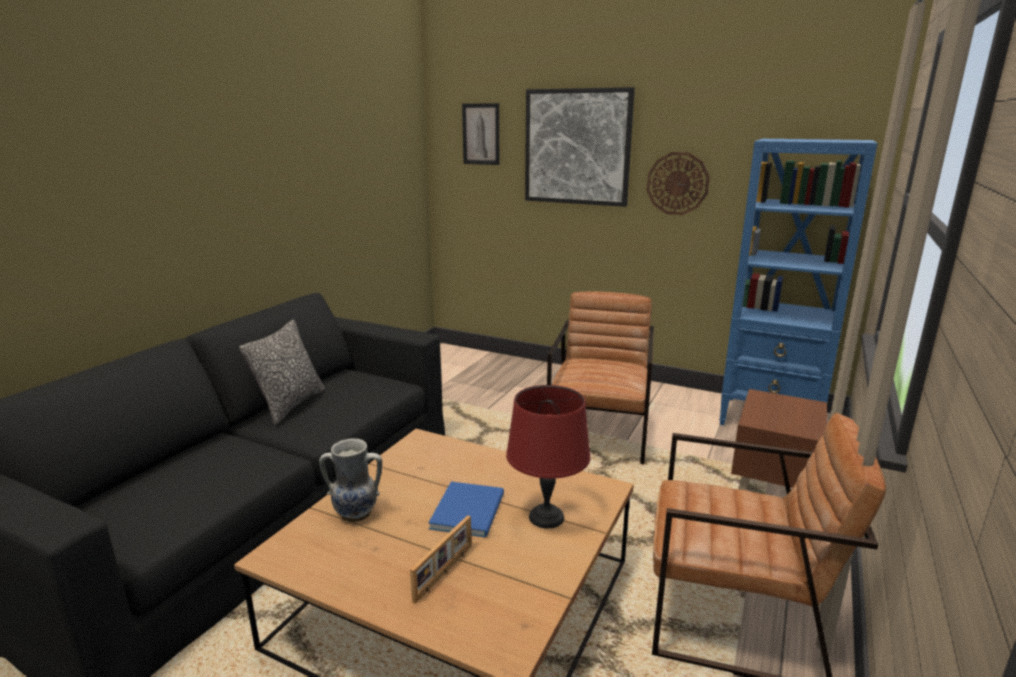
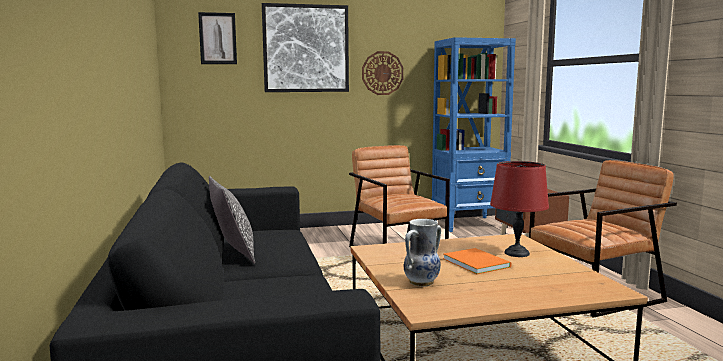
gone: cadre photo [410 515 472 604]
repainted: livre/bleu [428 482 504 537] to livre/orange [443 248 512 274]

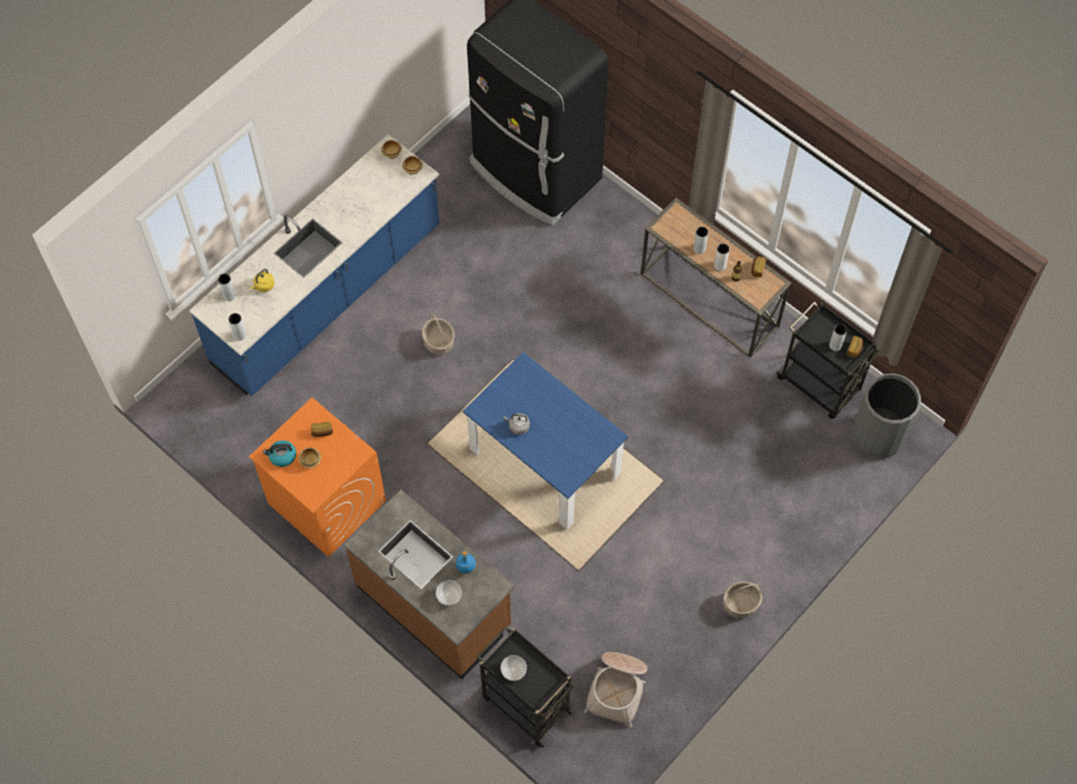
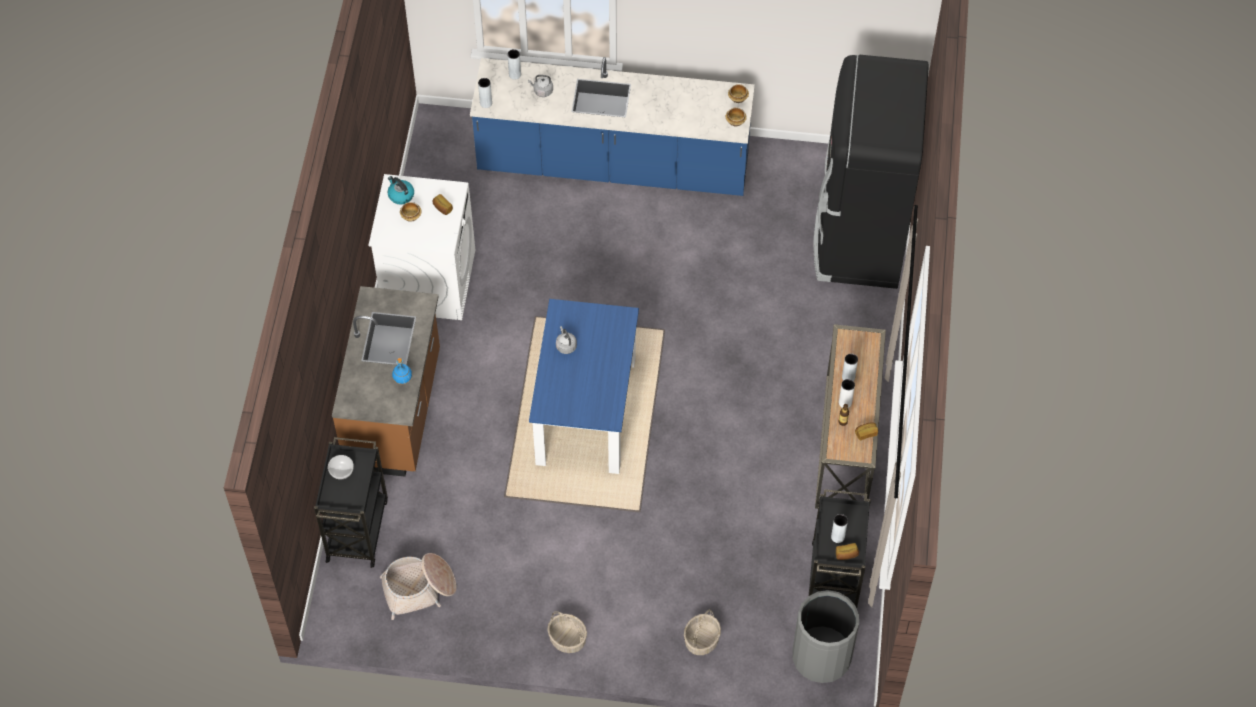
gone: bol [436 580 462 606]
shifted: panier [422 313 454 355] to [684 609 721 655]
repainted: lave-linge/orange [249 398 386 557] to lave-linge/blanc [368 174 475 320]; bouilloire/jaune [250 269 274 292] to bouilloire/gris [528 75 553 97]

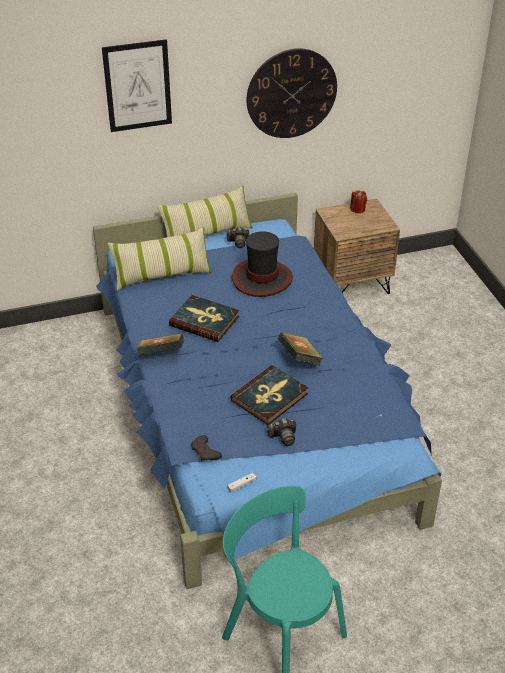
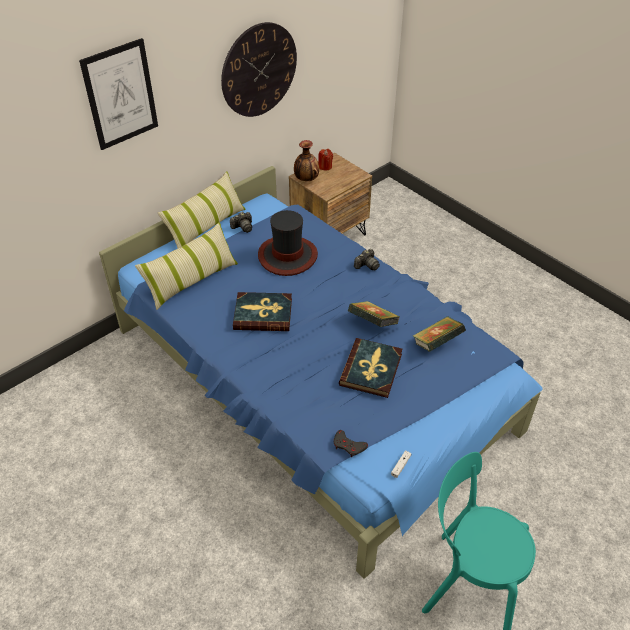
new: vase [294 140 319 181]
shifted: appareil photo [267 418 296 446] to [354 249 380 271]; livre [137 333 184 356] to [413 316 466 352]

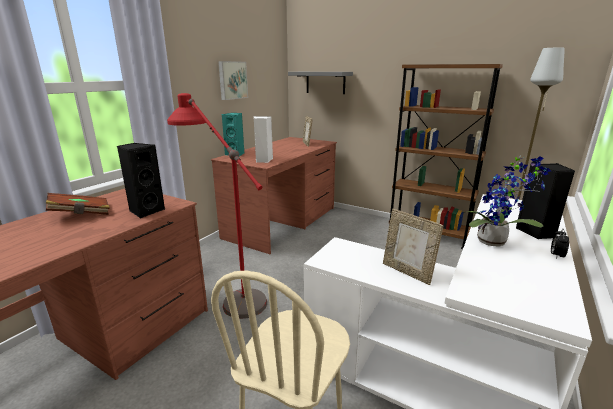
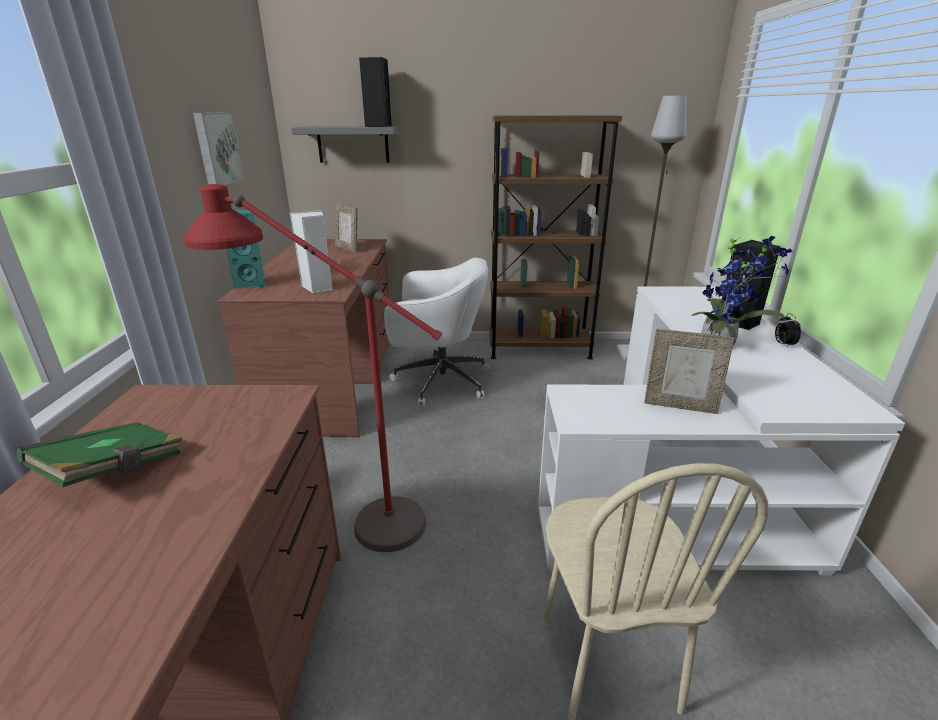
new: chaise de bureau/blanc [384 257 489 407]
shifted: enceinte/noir [117 143 165 218] to [359 57 392 127]
repainted: livre/marron [46 193 110 215] to livre/vert [17 422 182 487]

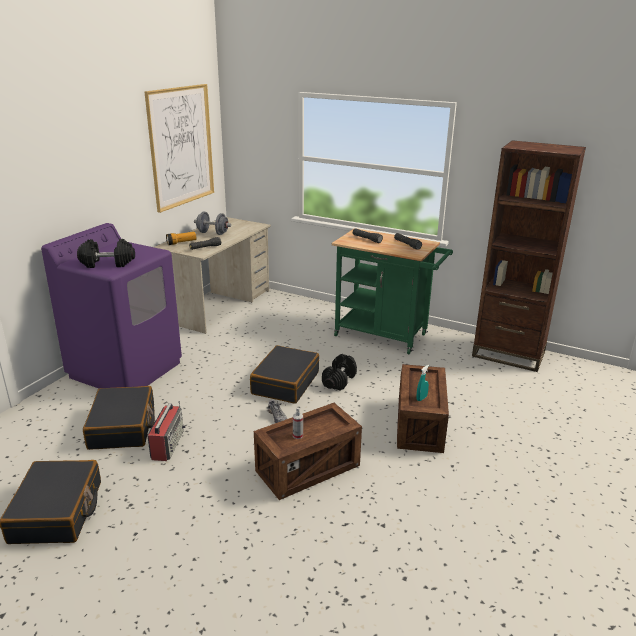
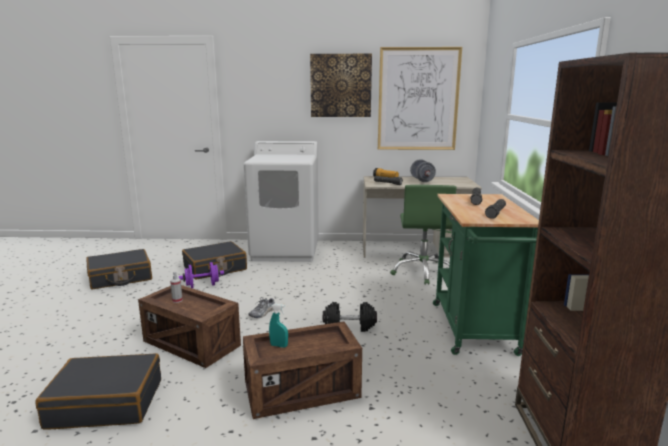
gone: haltère/noir [77 239 135 268]
new: tableau [310 54 372 117]; chaise de bureau/vert [390 185 456 285]
shifted: valise/noir [250 345 319 404] to [35 353 161 430]
swapped: radio [147 401 185 461] to haltère/violet [179 262 224 288]
repainted: lave-linge/violet [41 223 182 389] to lave-linge/blanc [244 141 319 262]

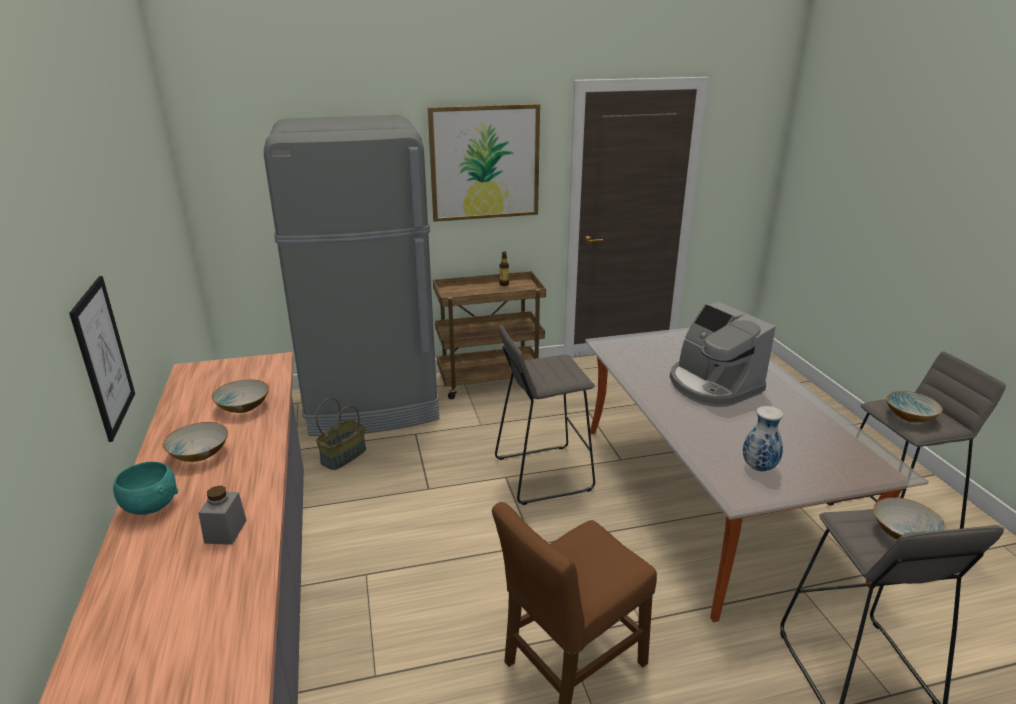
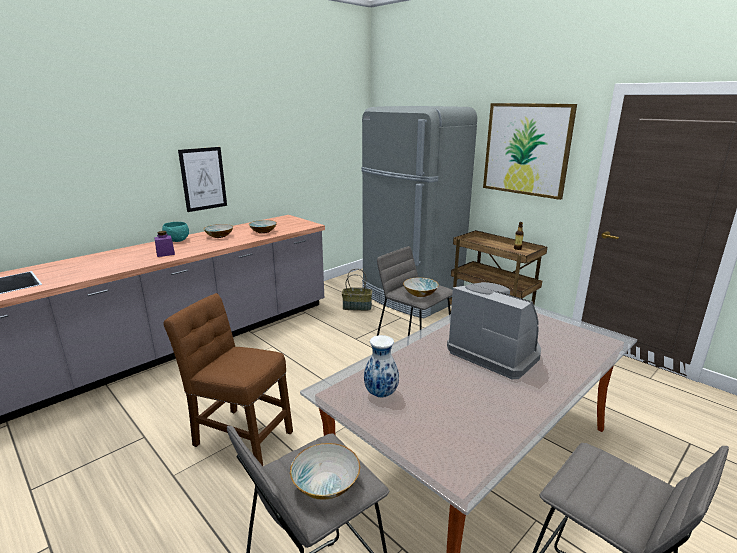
shifted: bol [886 391 943 422] to [403 277 439 297]
repainted: bocal/gris [198 485 247 545] to bocal/violet [154 231 175 257]
rotated: machine à café [670 302 776 407] = [447 282 541 379] 105 degrees clockwise

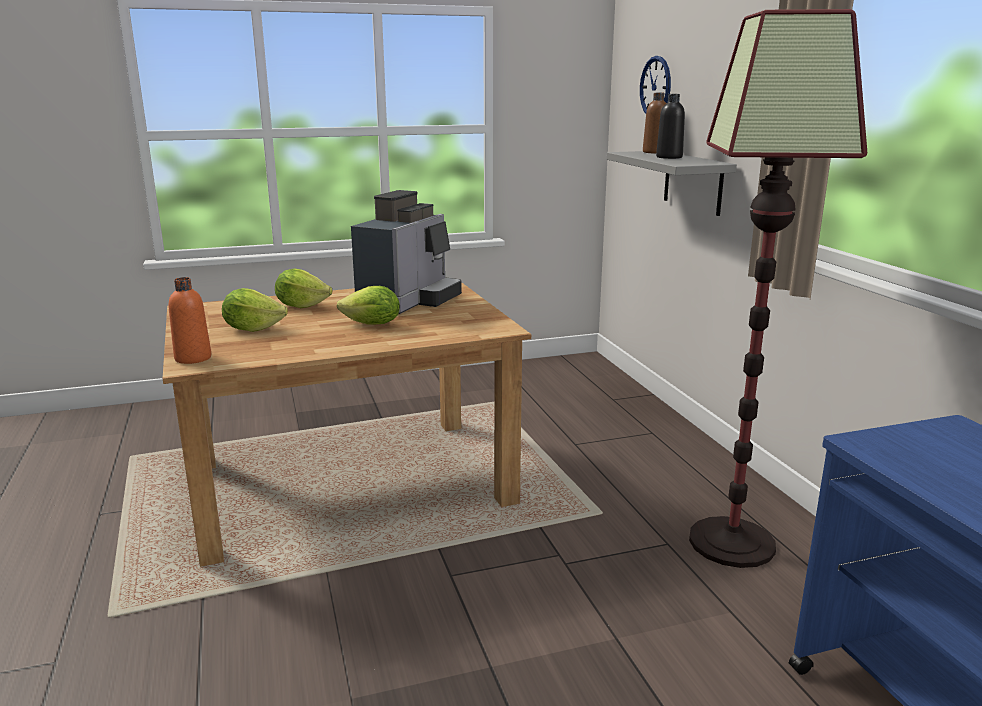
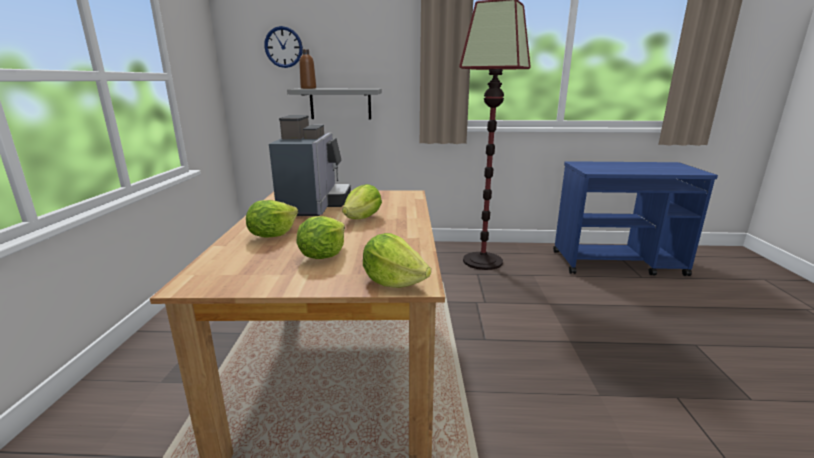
gone: bouteille/noir [656 94 685 159]
swapped: bouteille/orange [169 277 211 364] to laitue [363 233 431 288]
rotated: machine à café [351 190 462 314] = [269 115 351 216] 45 degrees clockwise

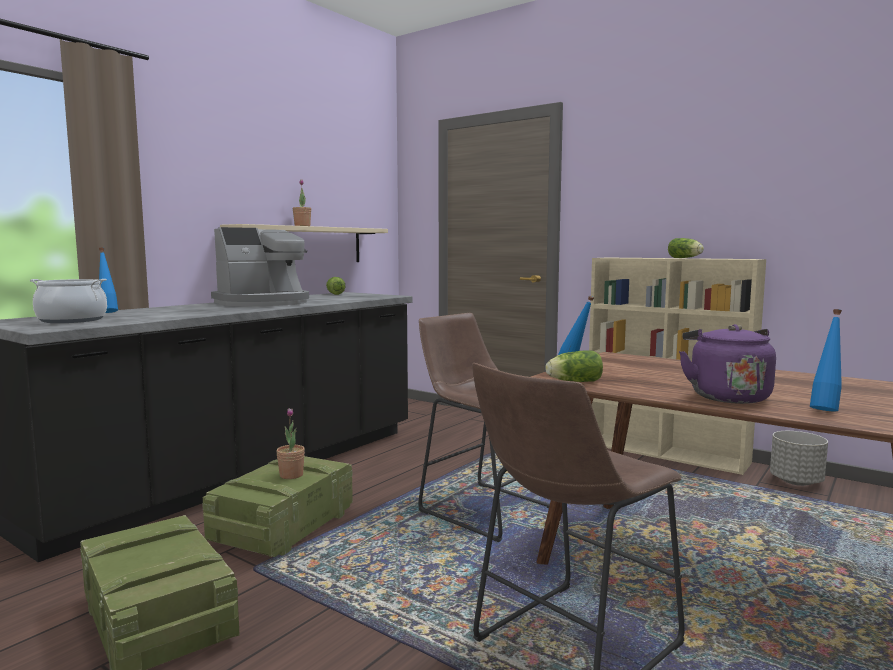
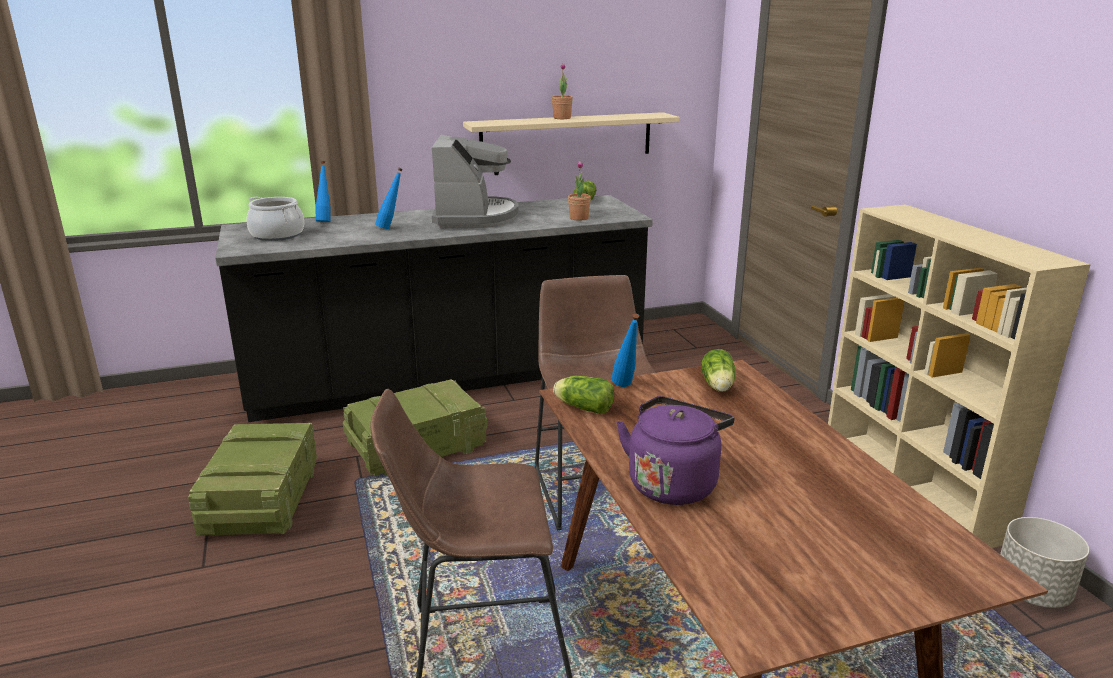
shifted: bouteille/bleu [810 309 842 411] to [375 168 403 229]; plante en pot [276 408 305 479] to [568 161 591 221]; laitue [668 238 704 258] to [701 349 735 392]
rotated: machine à café [211 227 309 306] = [432 135 518 228] 90 degrees counterclockwise

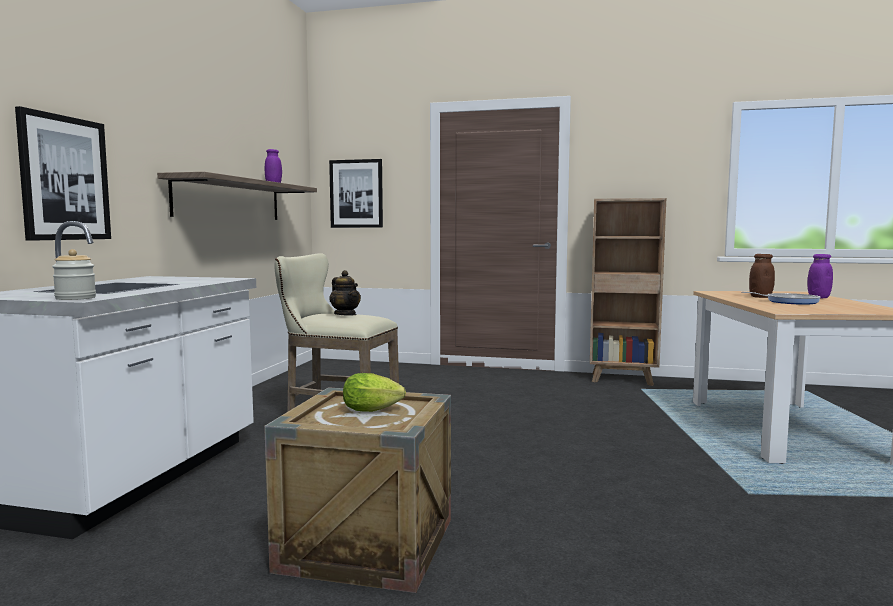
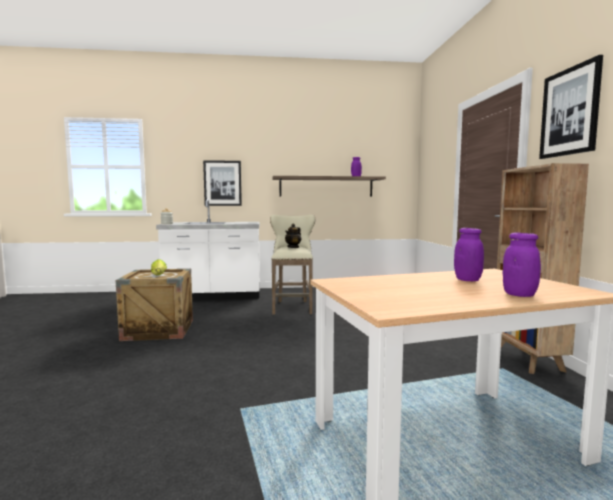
gone: poêle [741 292 821 305]
shifted: tableau [329 159 383 228] to [539 55 603 159]
repainted: bocal/marron [749 254 775 298] to bocal/violet [454 228 484 281]

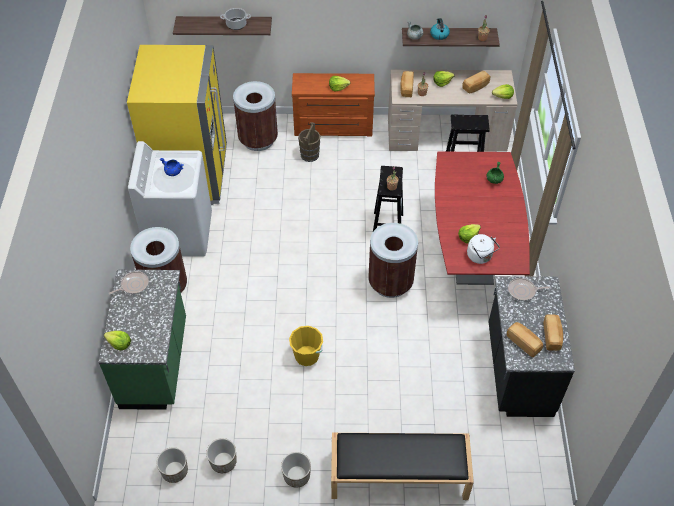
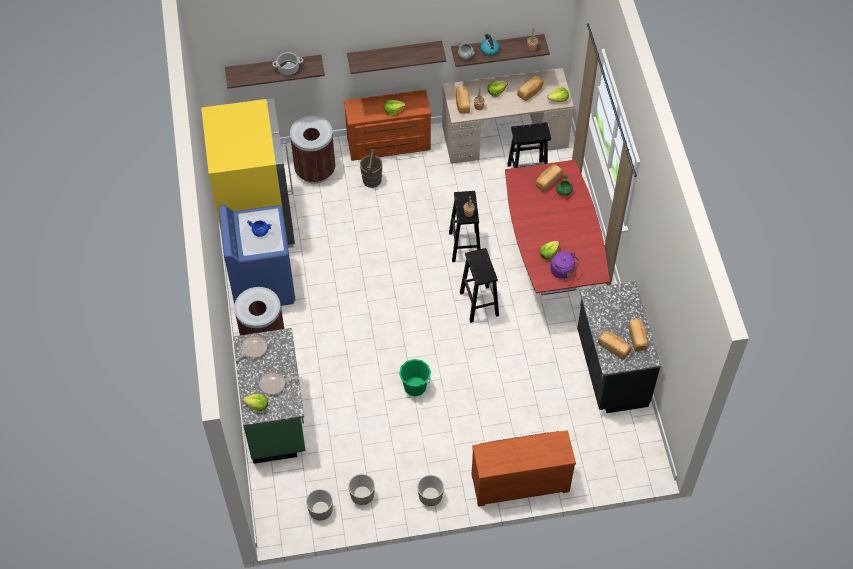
new: étagère [347 41 447 74]; pain [536 164 563 192]
shifted: poêle [508 278 550 301] to [259 372 298 395]
swapped: poubelle/marron [368 223 418 298] to tabouret/noir [460 248 499 323]; banc/noir [331 433 474 500] to commode/marron [472 430 576 507]
repainted: lave-linge/blanc [128 141 212 257] to lave-linge/bleu [219 205 295 306]; seau/jaune [289 326 323 366] to seau/vert [399 359 431 396]; bouilloire/blanc [467 234 500 264] to bouilloire/violet [550 252 580 279]

